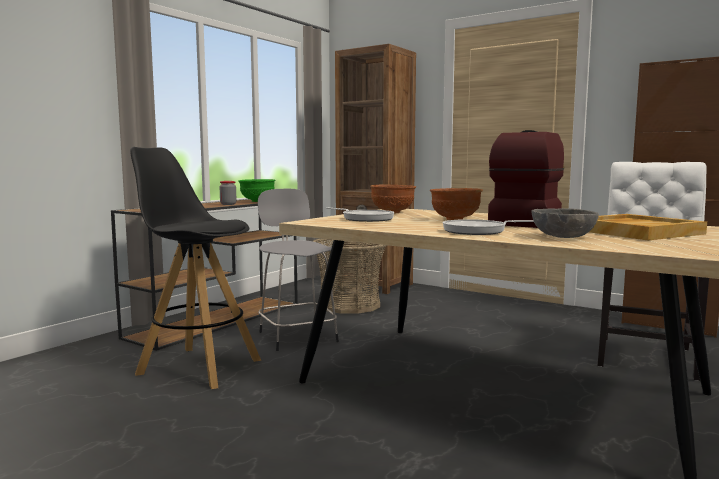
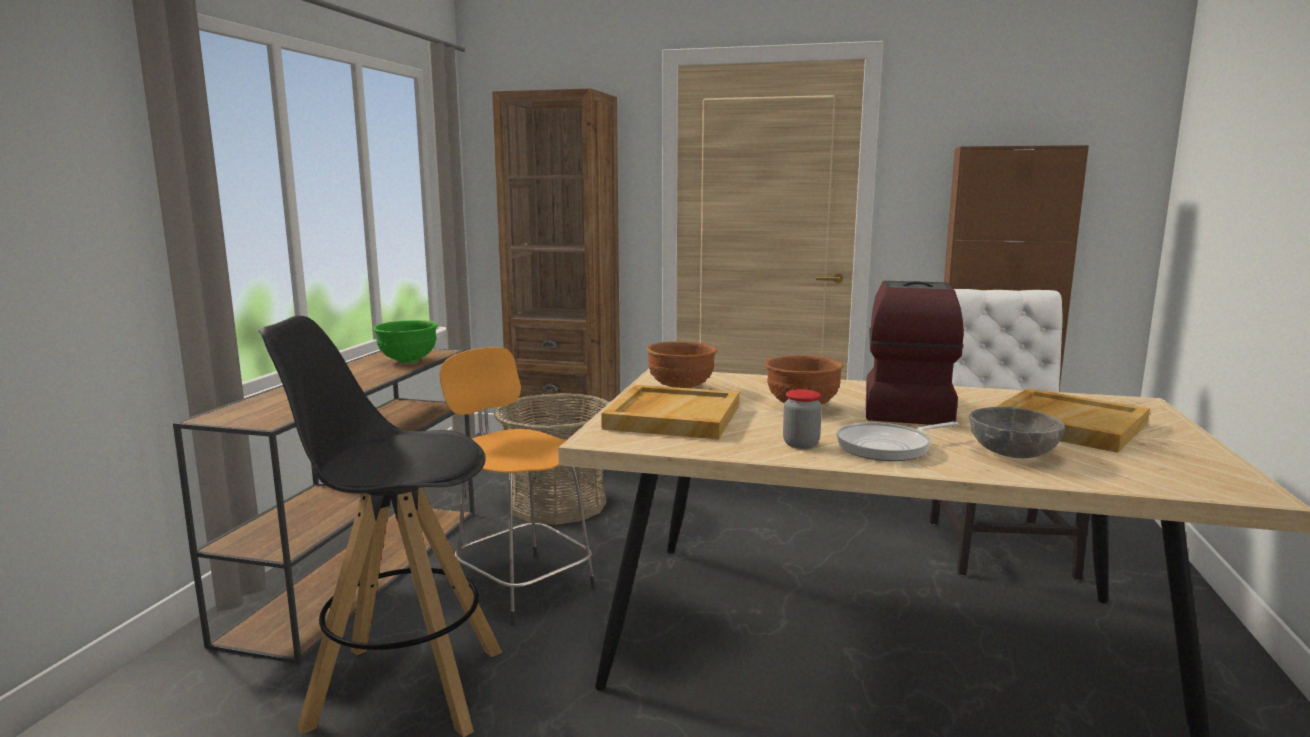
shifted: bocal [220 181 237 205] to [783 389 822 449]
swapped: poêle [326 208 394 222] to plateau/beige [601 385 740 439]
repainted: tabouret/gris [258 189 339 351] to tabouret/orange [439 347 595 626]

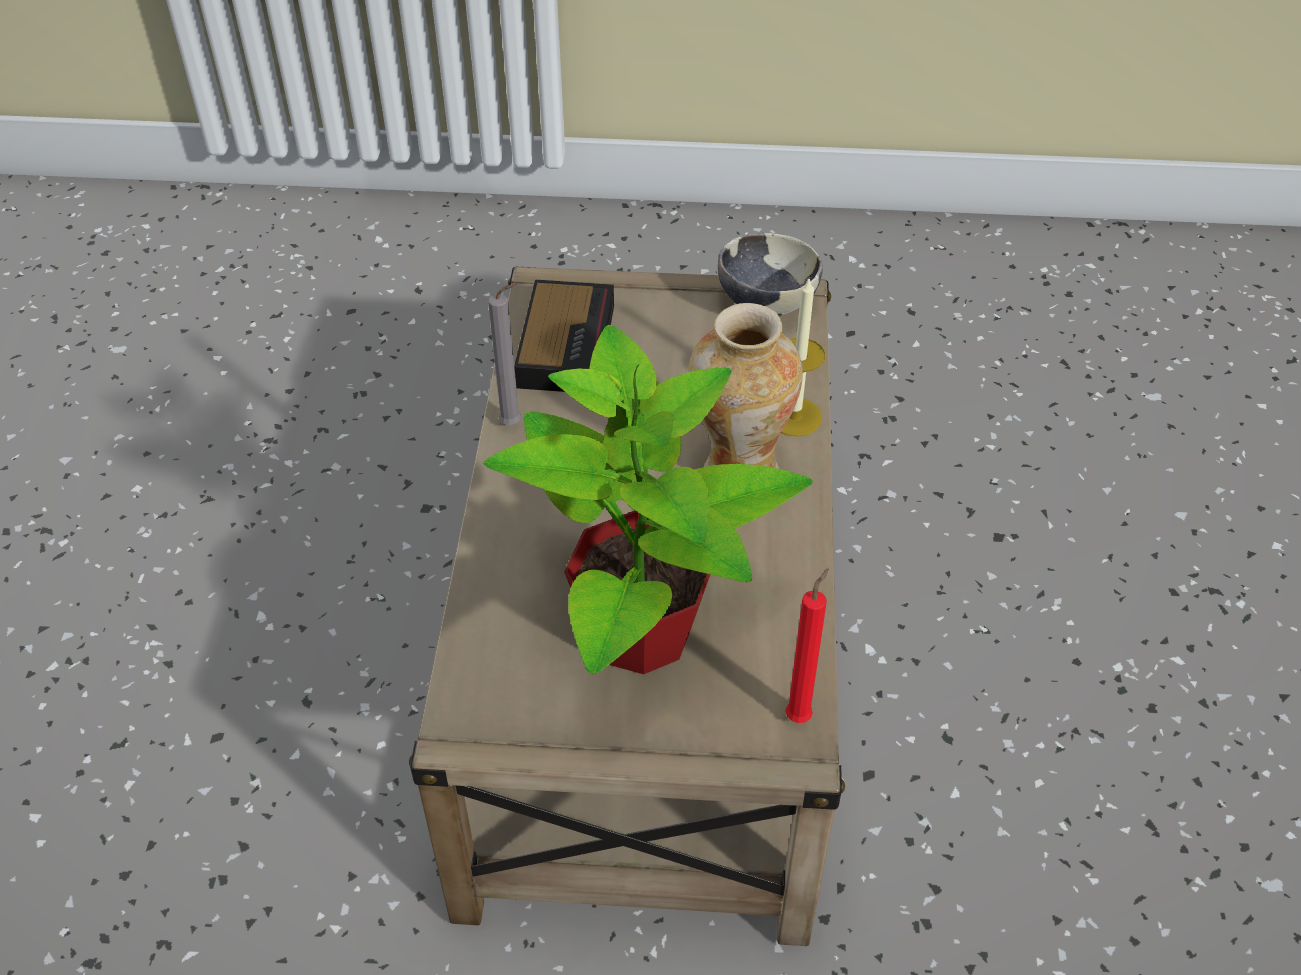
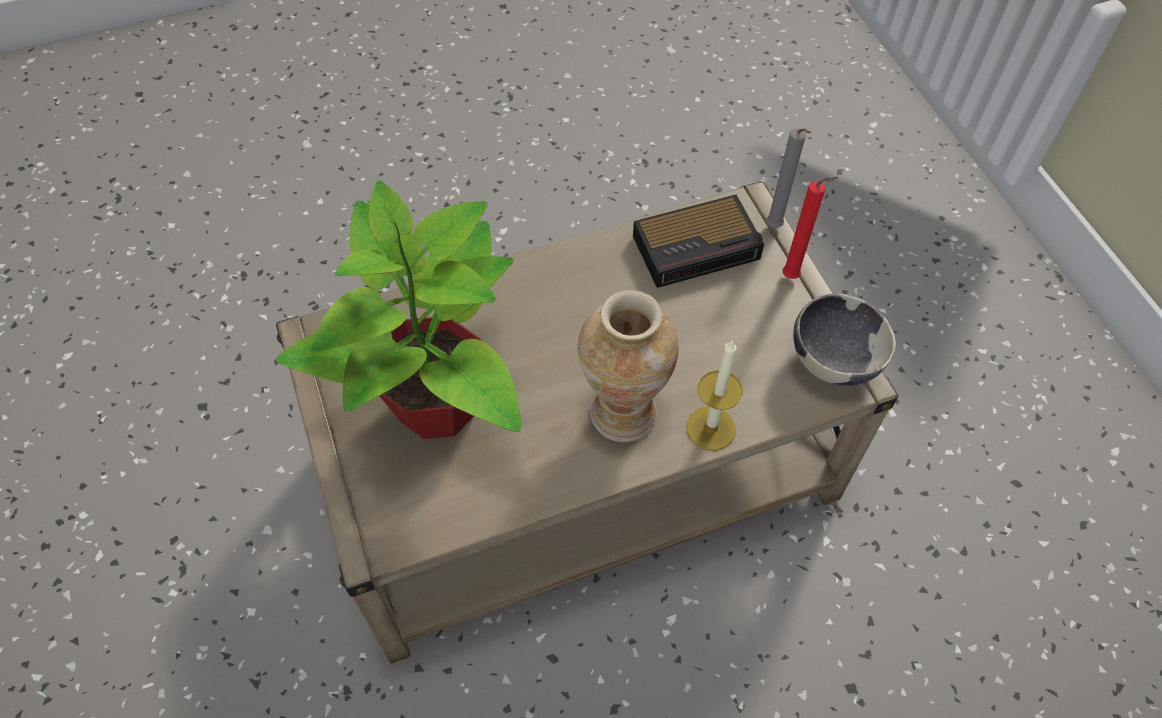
shifted: bougie/gris [488 283 521 425] to [766 128 811 228]; bougie/rouge [785 568 829 723] to [782 177 839 279]

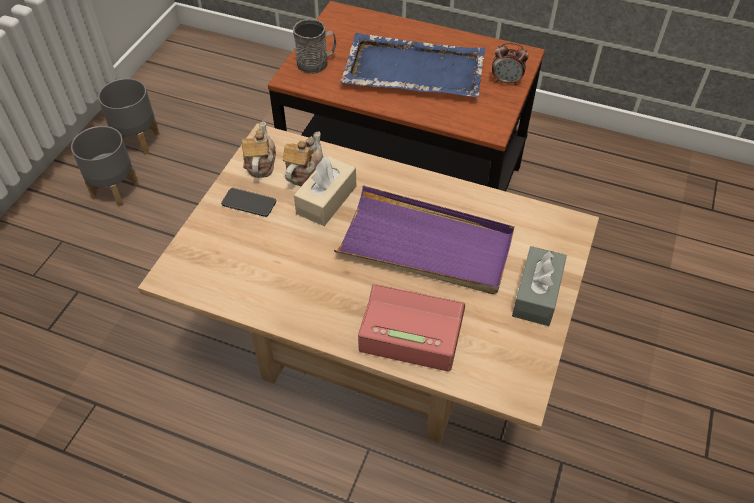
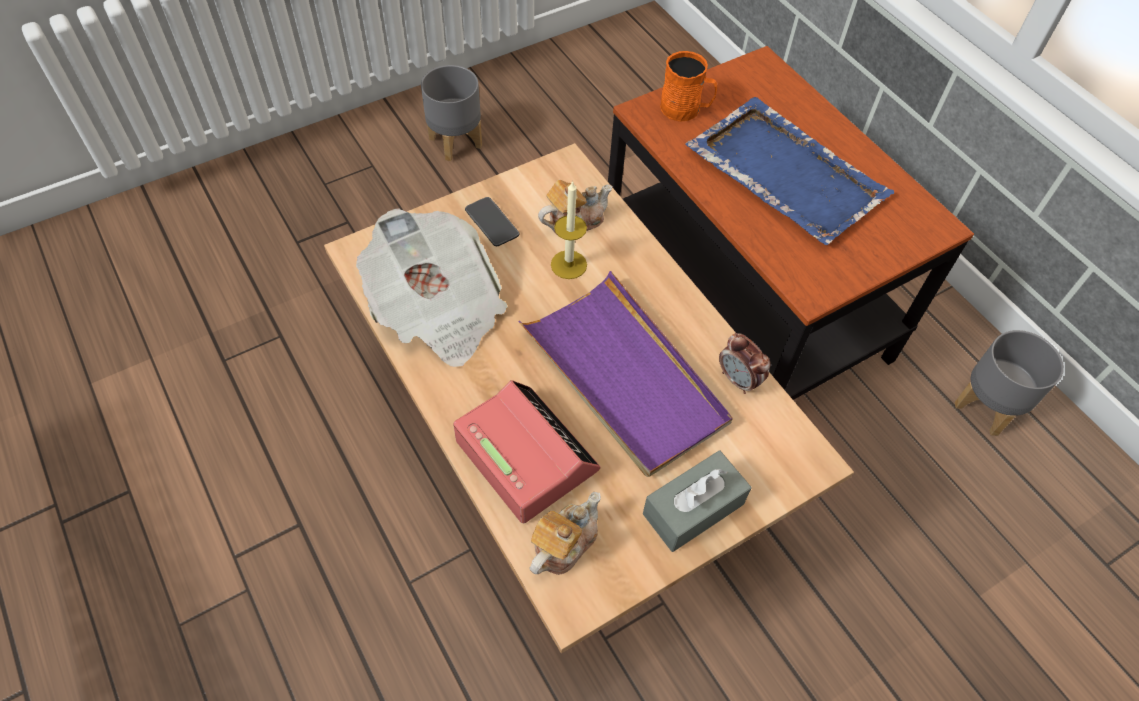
new: journal [356 208 508 367]
shifted: théière [242 121 276 178] to [529 492 601 575]; réveil [492 42 529 86] to [719 333 771 394]; cache-pot/gris [98 78 159 154] to [955 330 1064 436]
swapped: boîte à mouchoirs/beige [294 156 356 226] to bougie [551 180 587 279]
repainted: mug/gris [293 19 336 74] to mug/orange [660 51 717 122]

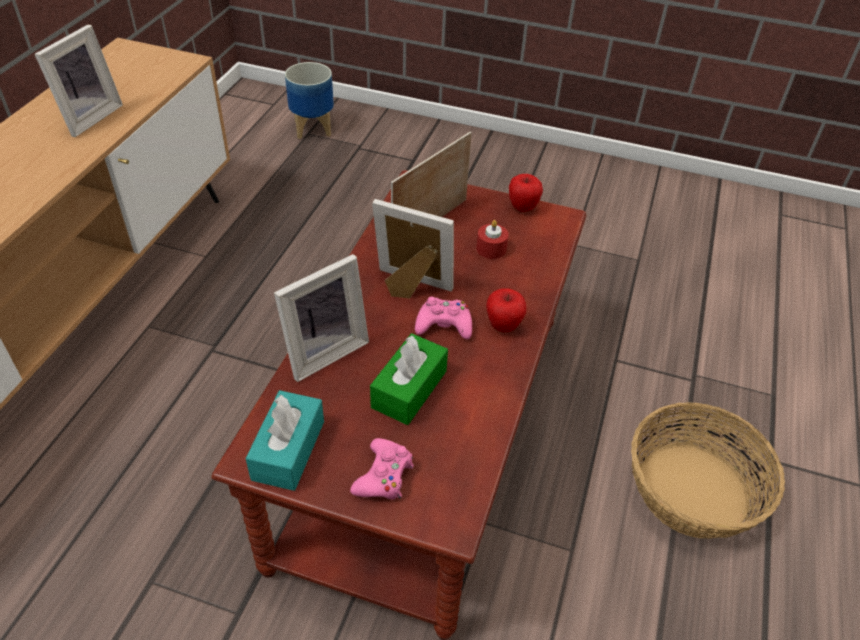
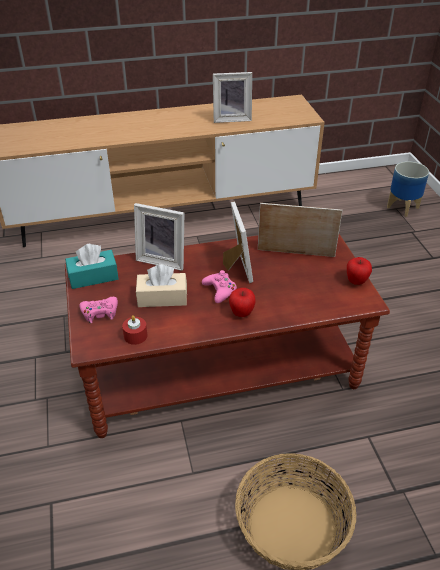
shifted: bougie/rouge [476 220 509 259] to [122 315 147 345]
repainted: boîte à mouchoirs/vert [370 333 448 425] to boîte à mouchoirs/beige [136 264 187 307]

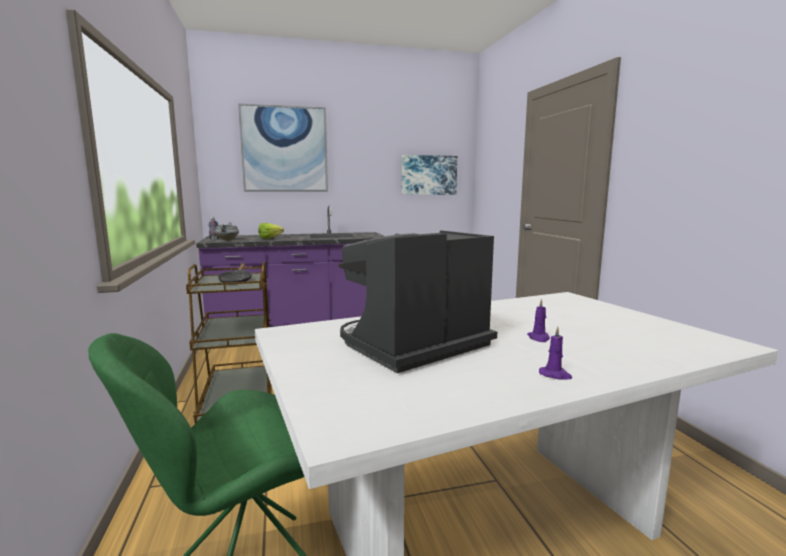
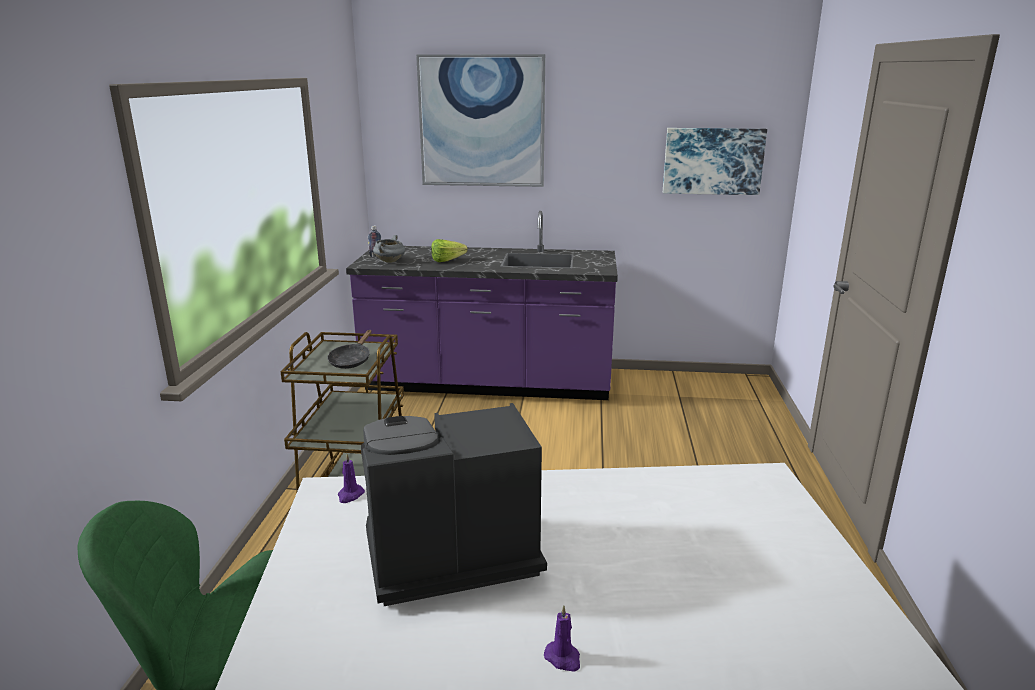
shifted: bougie/violet [527 298 550 342] to [338 454 365 503]

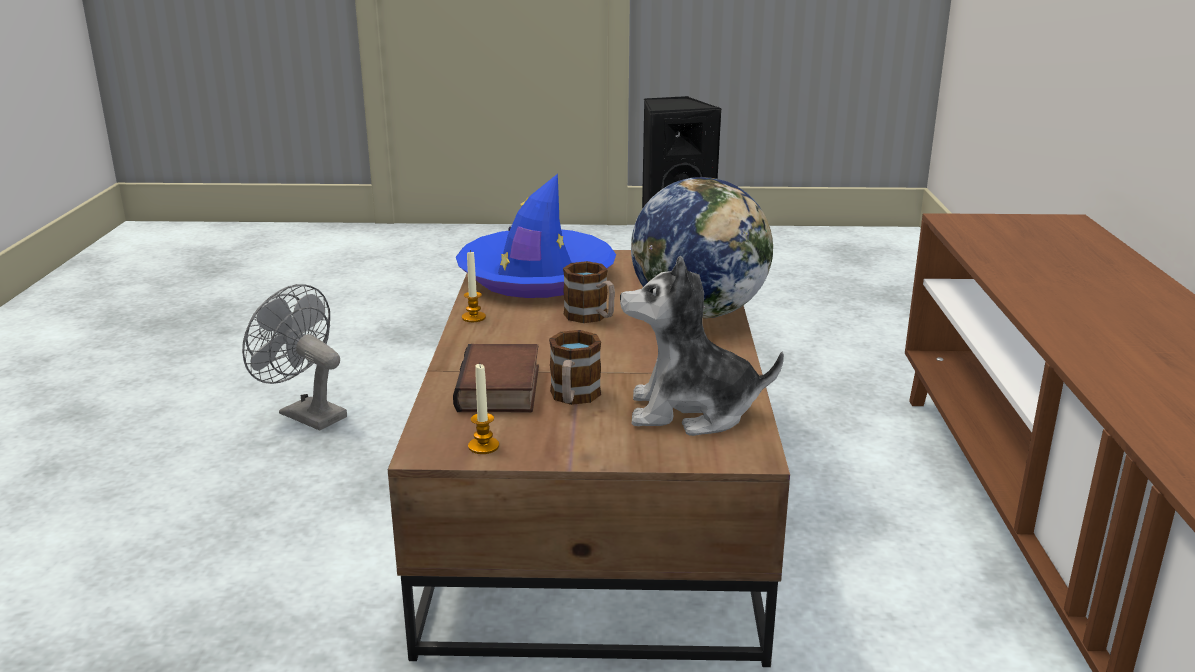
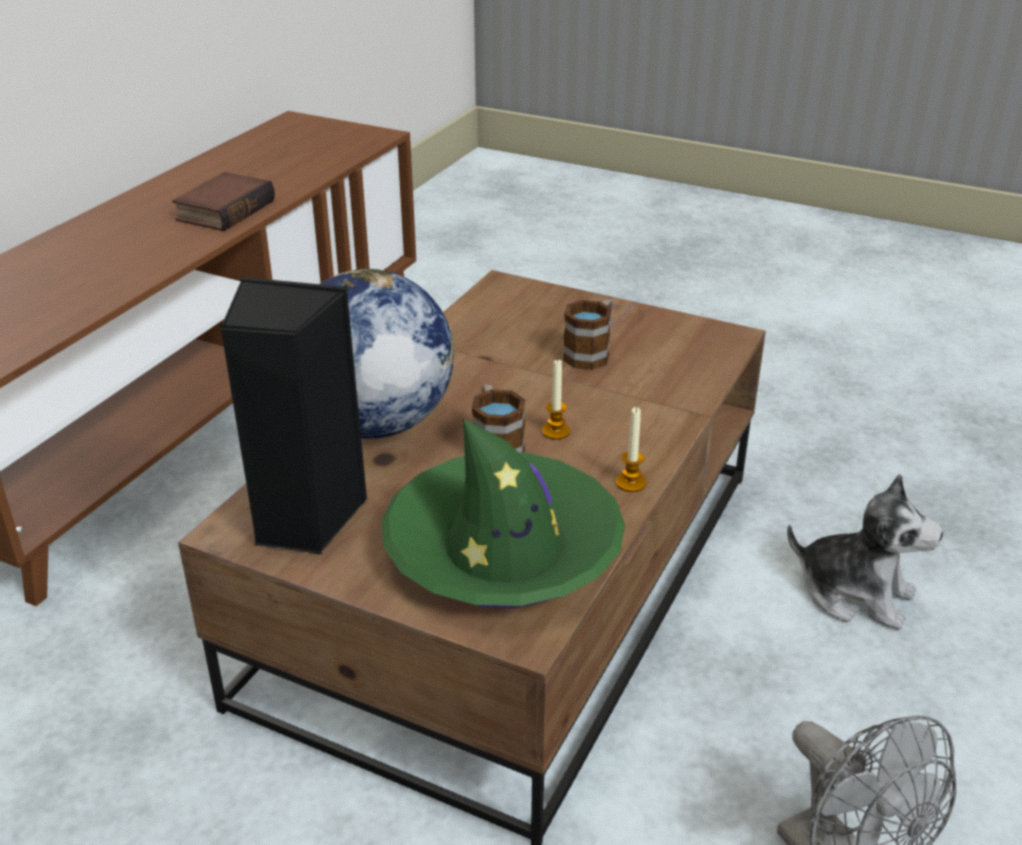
shifted: livre [453 344 539 412] to [172 172 275 231]; bougie [468 364 499 454] to [542 358 570 440]; peluche [620 256 784 436] to [787 474 943 630]
repainted: chapeau/bleu [456 174 616 298] to chapeau/vert [381 419 625 608]

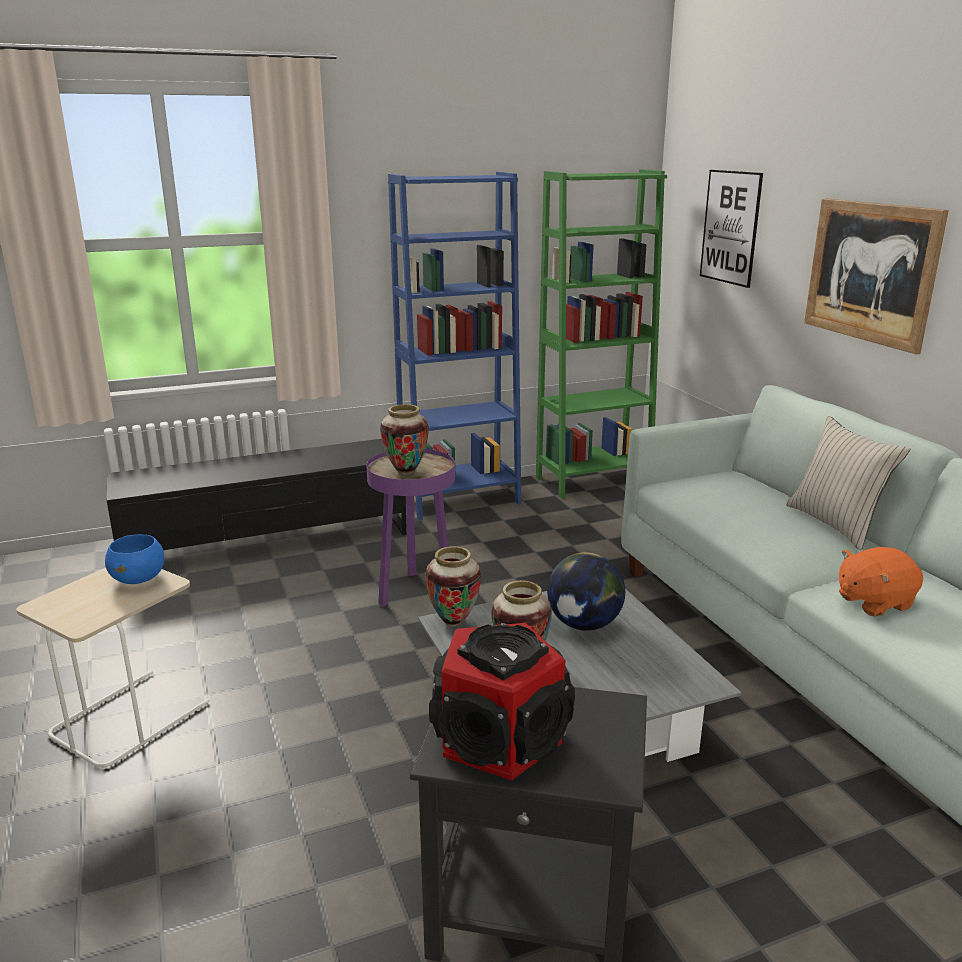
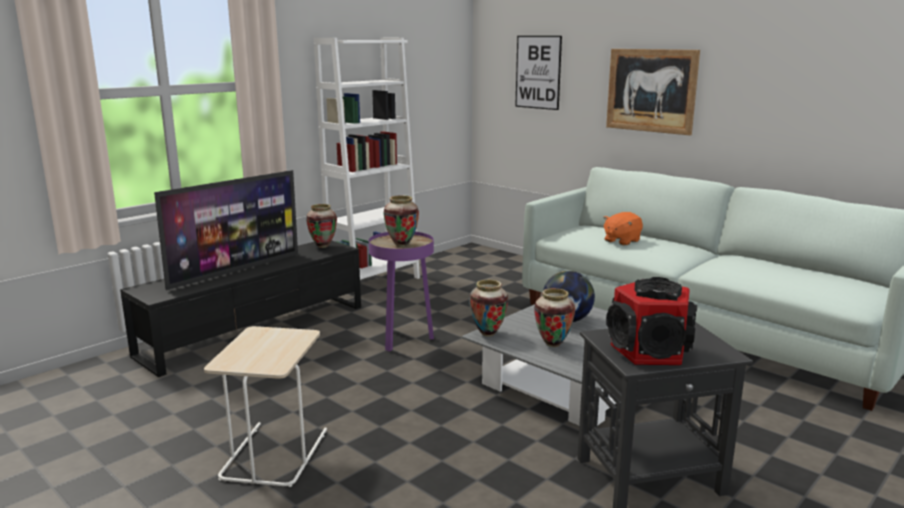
gone: bol/bleu [105 534 164 584]; bibliothèque/vert [536 169 667 499]; coussin/beige [786 416 910 550]
new: téléviseur [154 170 298 290]; vase [306 204 337 248]
shifted: peluche/orange [839 547 923 617] to [603 212 643 245]
repainted: bibliothèque/bleu [388 172 521 520] to bibliothèque/blanc [314 38 420 280]

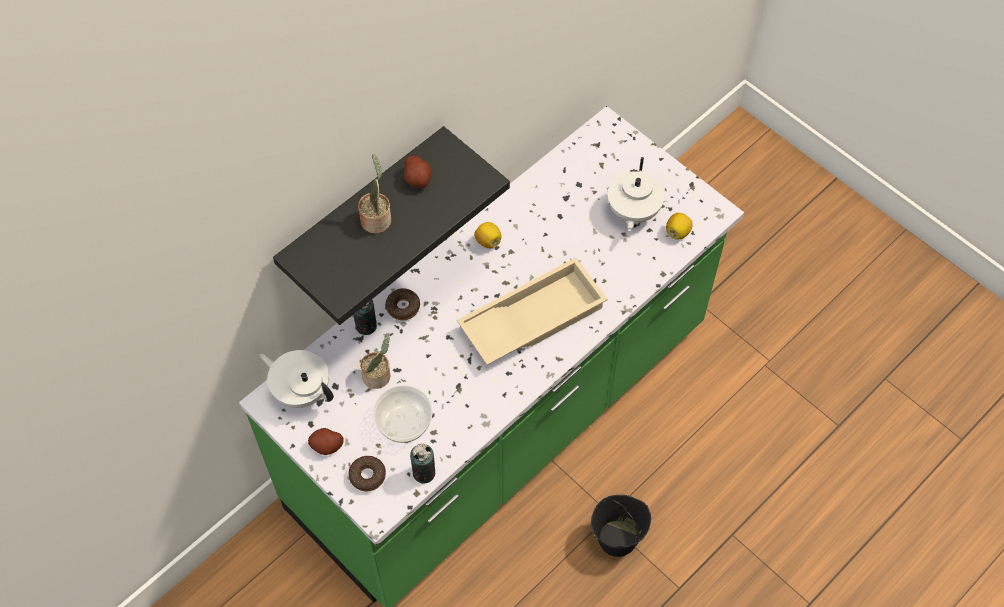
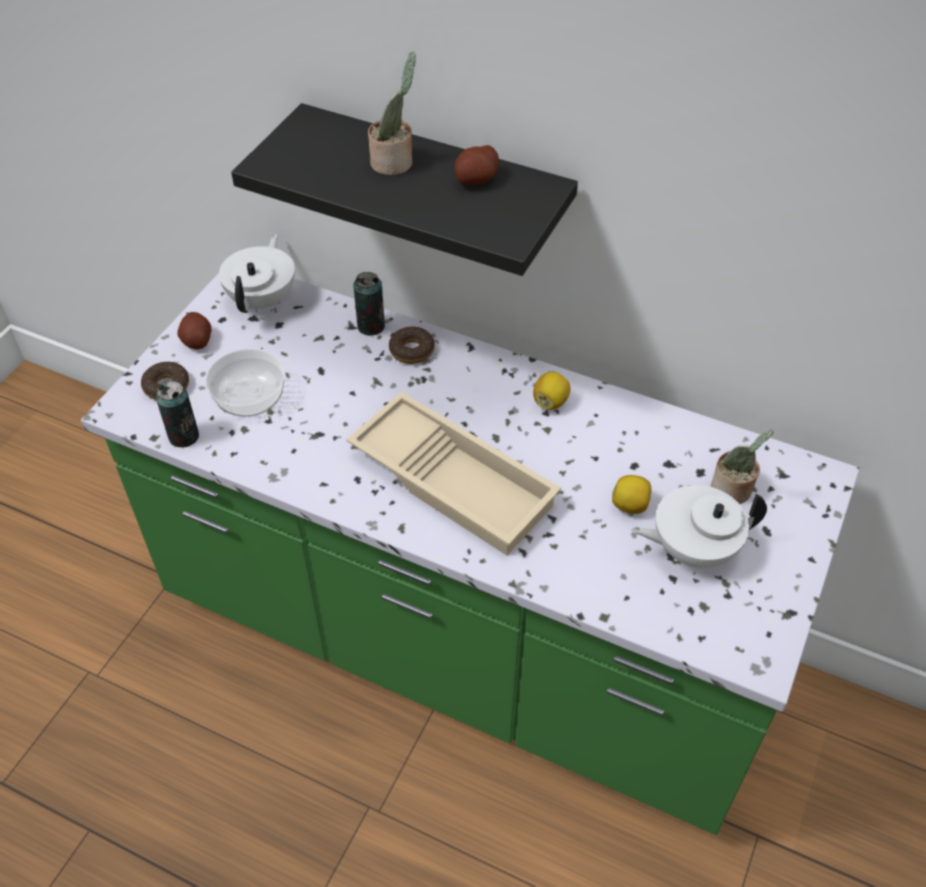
gone: seau/noir [591 495 651 557]
shifted: citron [666 213 693 240] to [612 475 652 514]; plante en pot [360 335 390 389] to [711 429 774 504]

